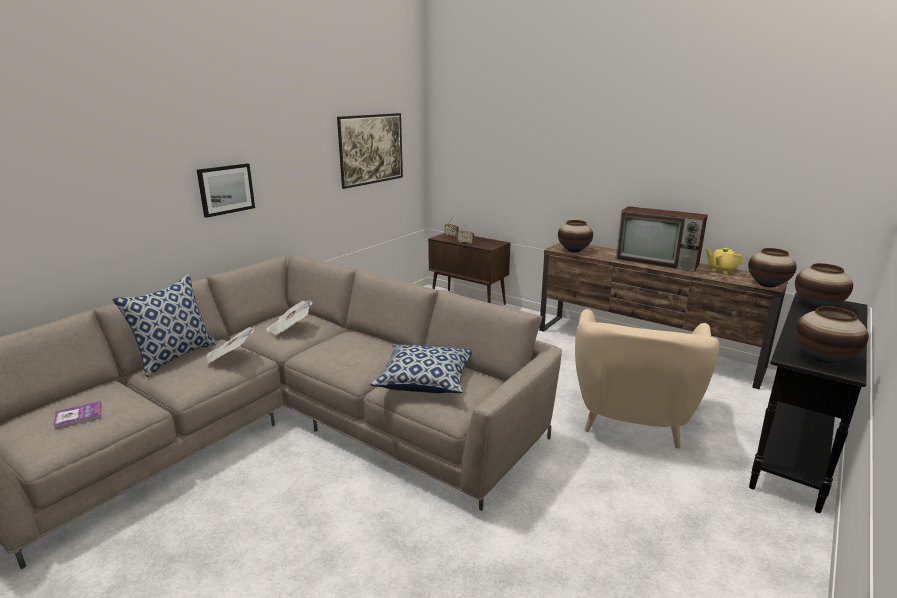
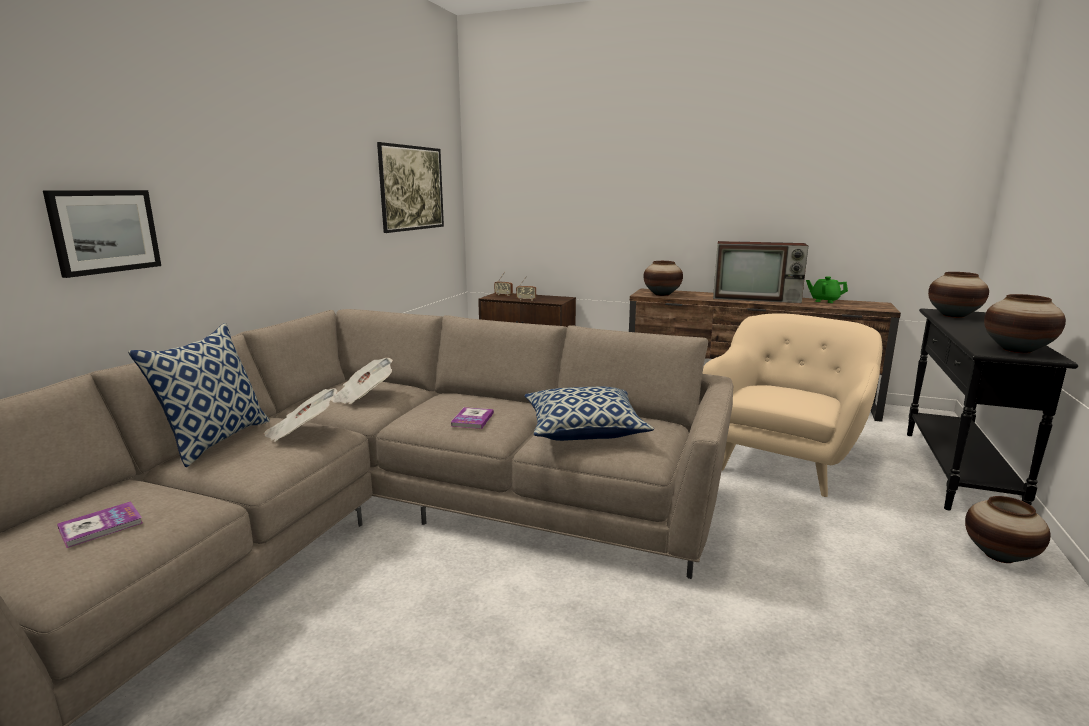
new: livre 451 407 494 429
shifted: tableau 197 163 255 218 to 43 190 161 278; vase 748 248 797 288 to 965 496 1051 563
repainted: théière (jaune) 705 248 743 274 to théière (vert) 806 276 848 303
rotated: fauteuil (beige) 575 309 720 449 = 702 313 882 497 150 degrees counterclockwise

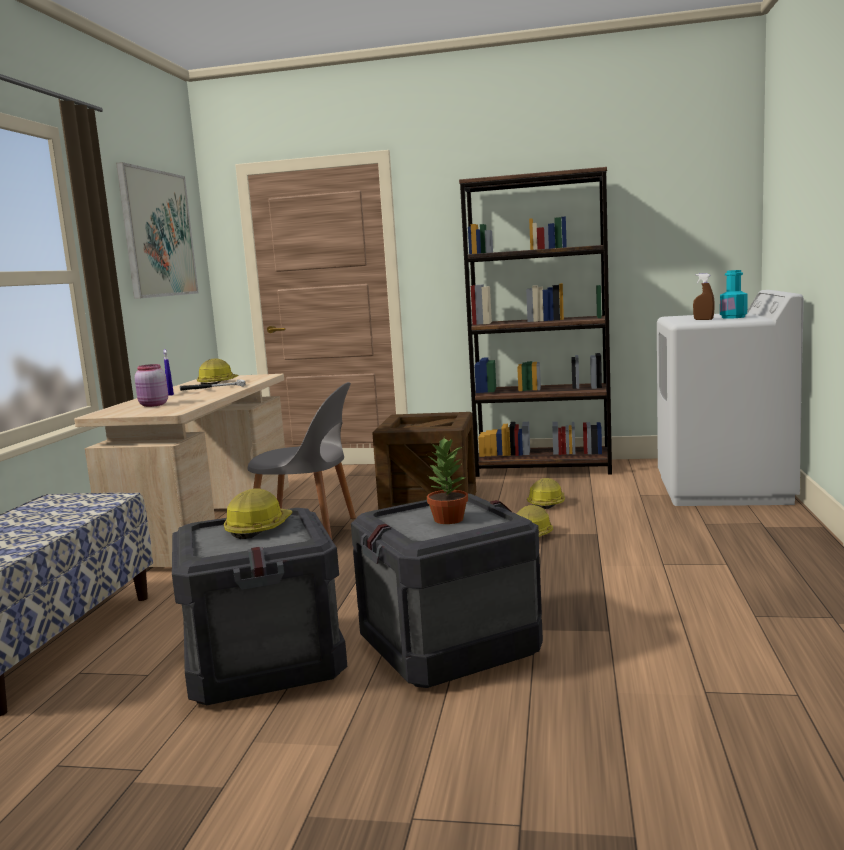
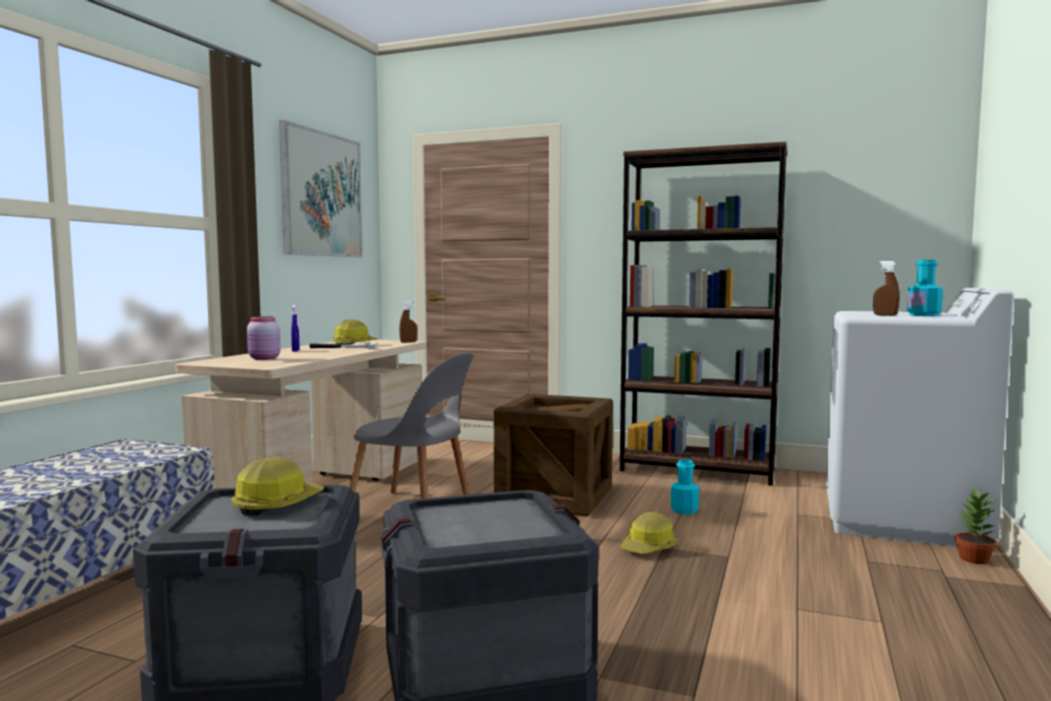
new: vaporisateur (marron) 399 301 417 343
shifted: plante en pot 427 438 468 524 to 955 488 997 564
swapped: casque de chantier 527 478 565 509 to bouteille (turquoise) 671 460 699 514

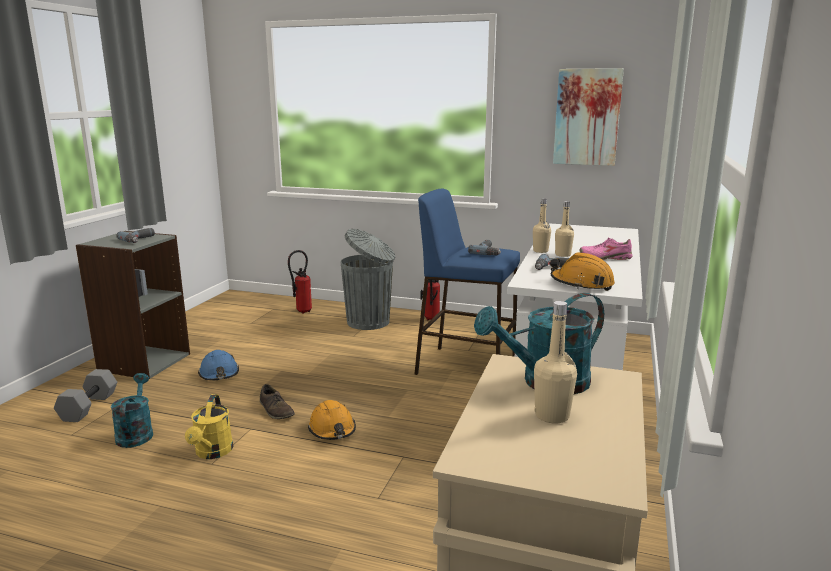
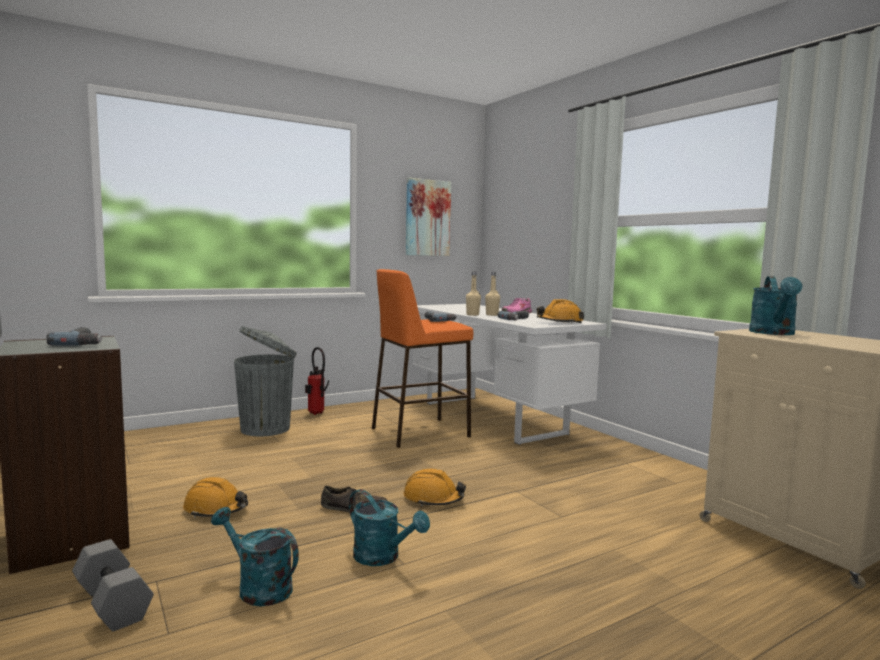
gone: extincteur 288 250 312 314; bouteille (beige) 534 301 577 424
repainted: tabouret (bleu) 414 188 520 375 to tabouret (orange) 372 269 473 448; casque de chantier (bleu) 198 350 239 380 to casque de chantier (orange) 183 477 248 518; arrosoir (jaune) 185 394 233 459 to arrosoir (turquoise) 349 489 430 566

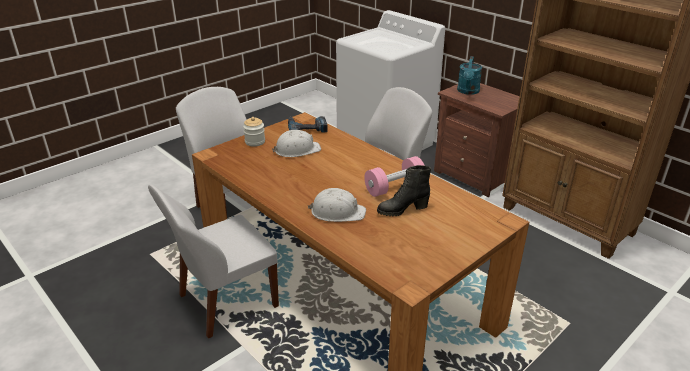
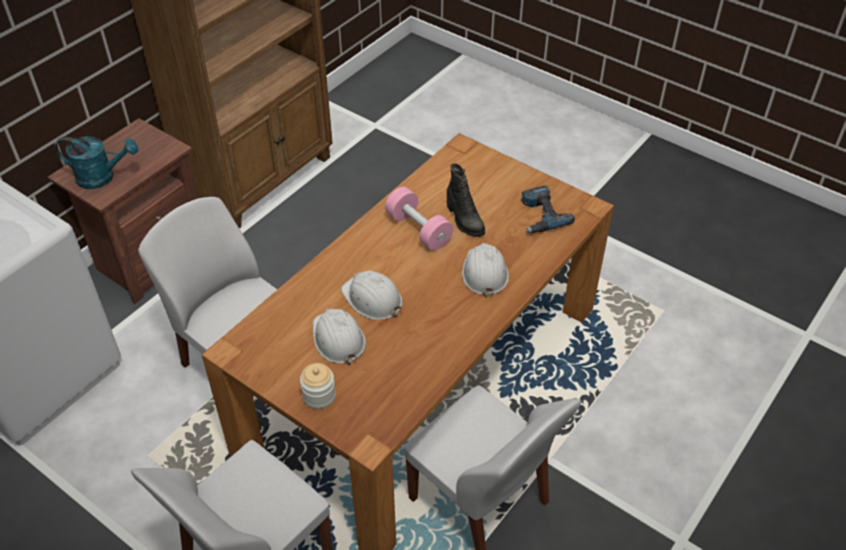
new: casque de chantier (blanc) 341 271 402 320
shifted: perceuse 288 116 328 133 to 521 185 575 233

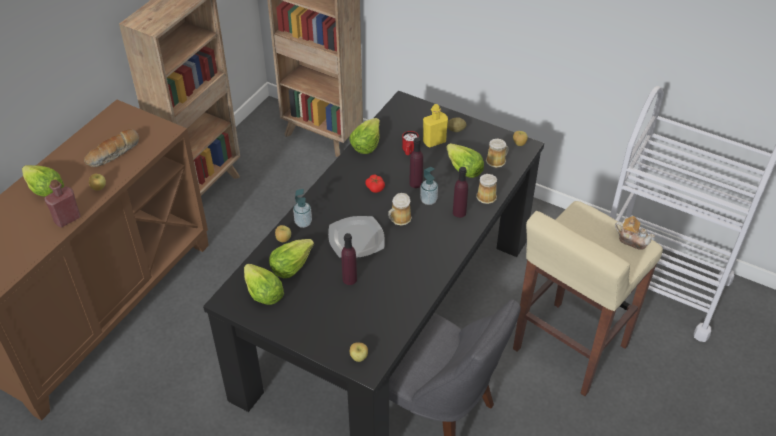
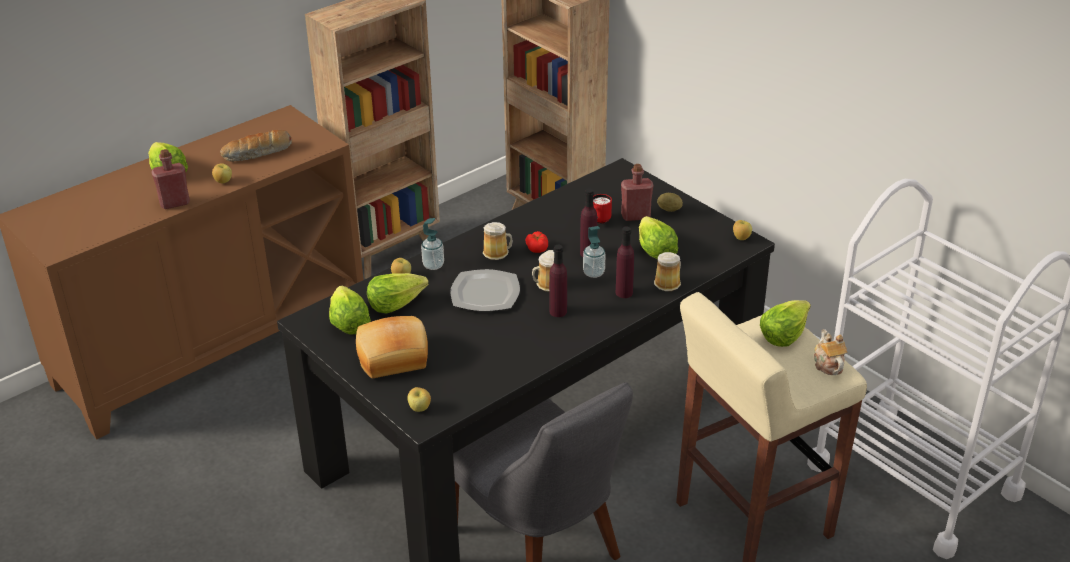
new: pain 356 316 428 378
shifted: laitue 349 118 380 154 to 760 300 811 347; mug 486 138 509 168 to 483 222 513 260; bouteille (violet) 341 233 357 285 to 549 245 567 317
repainted: bouteille (jaune) 423 104 448 147 to bouteille (rouge) 621 164 653 221
rotated: théière 615 216 655 250 = 814 329 847 375 150 degrees counterclockwise

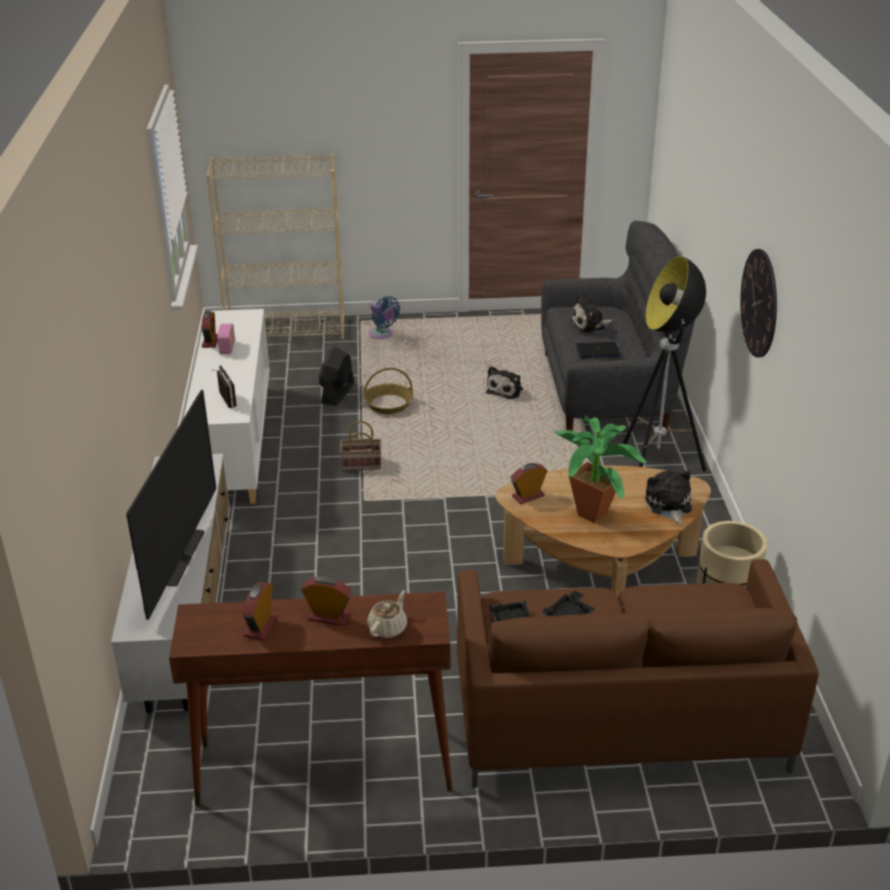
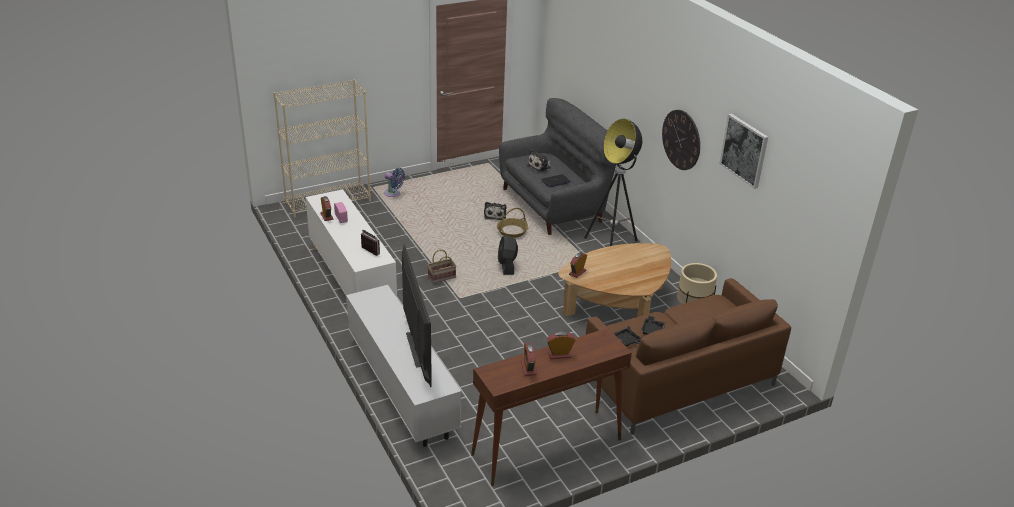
gone: plante en pot 554 416 646 523; peluche 645 470 692 525; théière (beige) 367 590 407 638
new: tableau 719 114 768 189
shifted: ventilateur (noir) 319 347 354 406 to 498 235 518 275; panier 363 368 413 414 to 497 208 528 238

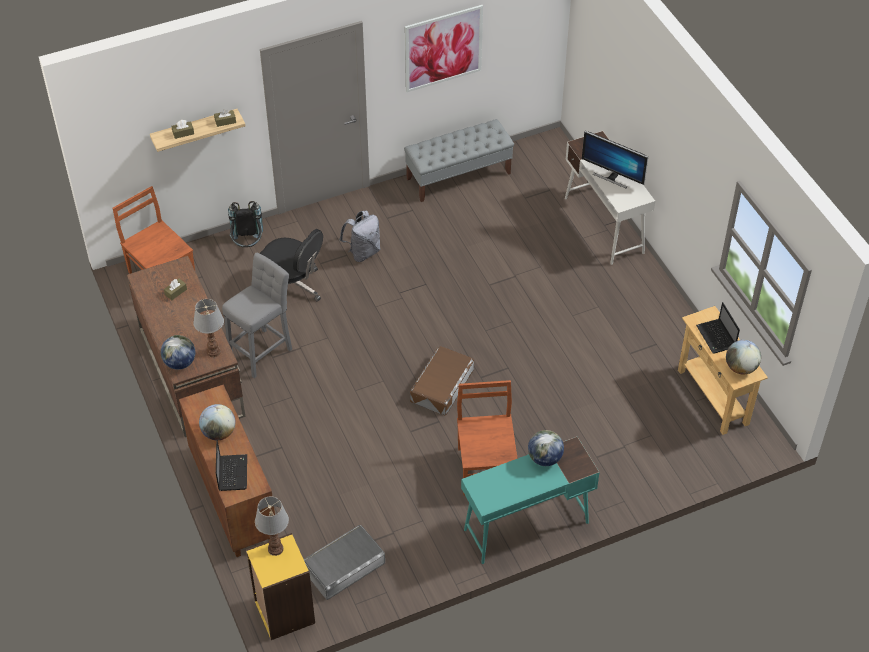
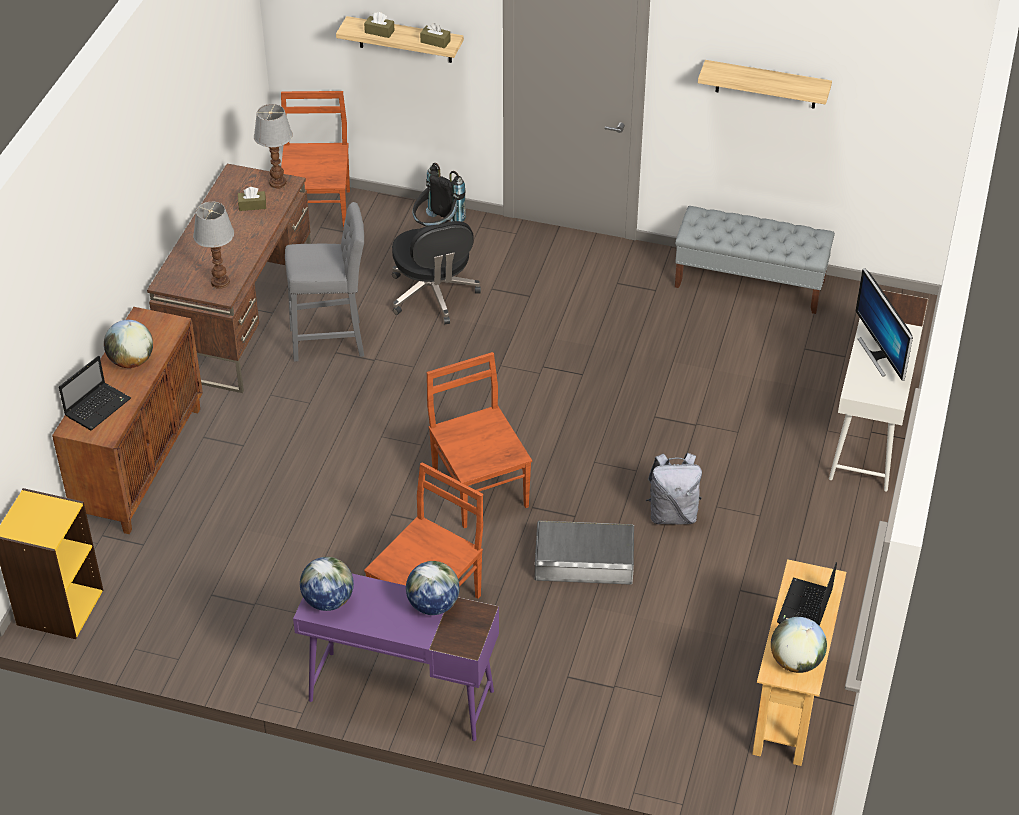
shifted: sac à dos (gris) 339 210 381 262 to 646 453 702 524; globe 161 335 195 370 to 300 557 354 611; lampe de table 255 496 289 556 to 254 104 293 189; boîte de rangement (gris) 304 525 385 600 to 535 521 634 585
swapped: tableau 405 5 483 92 to étagère 698 60 832 109; boîte de rangement (marron) 410 346 474 415 to chaise (marron) 427 352 532 528
repainted: bureau (turquoise) 461 437 599 564 to bureau (violet) 293 574 499 741

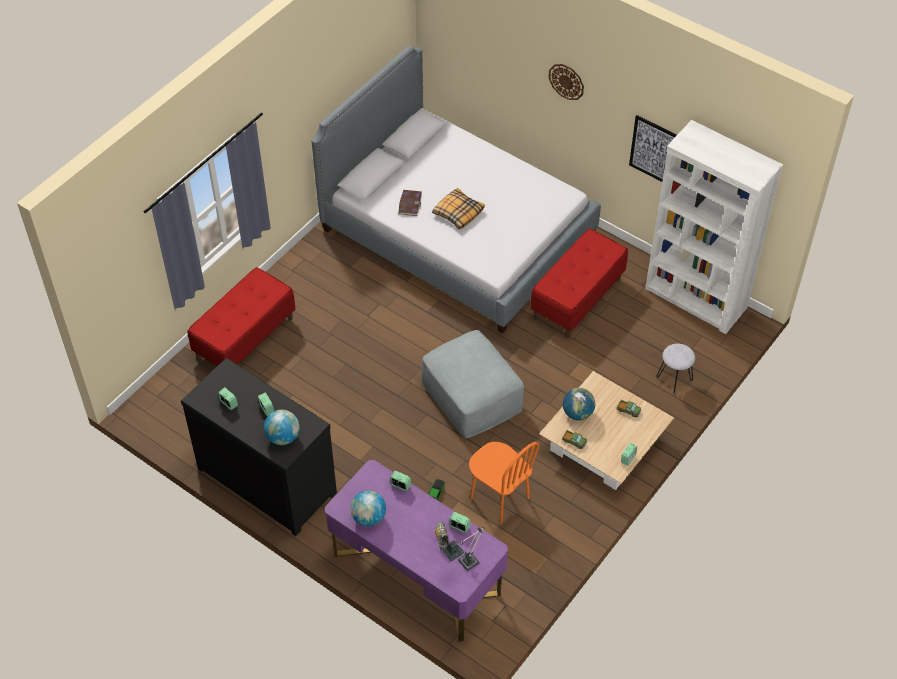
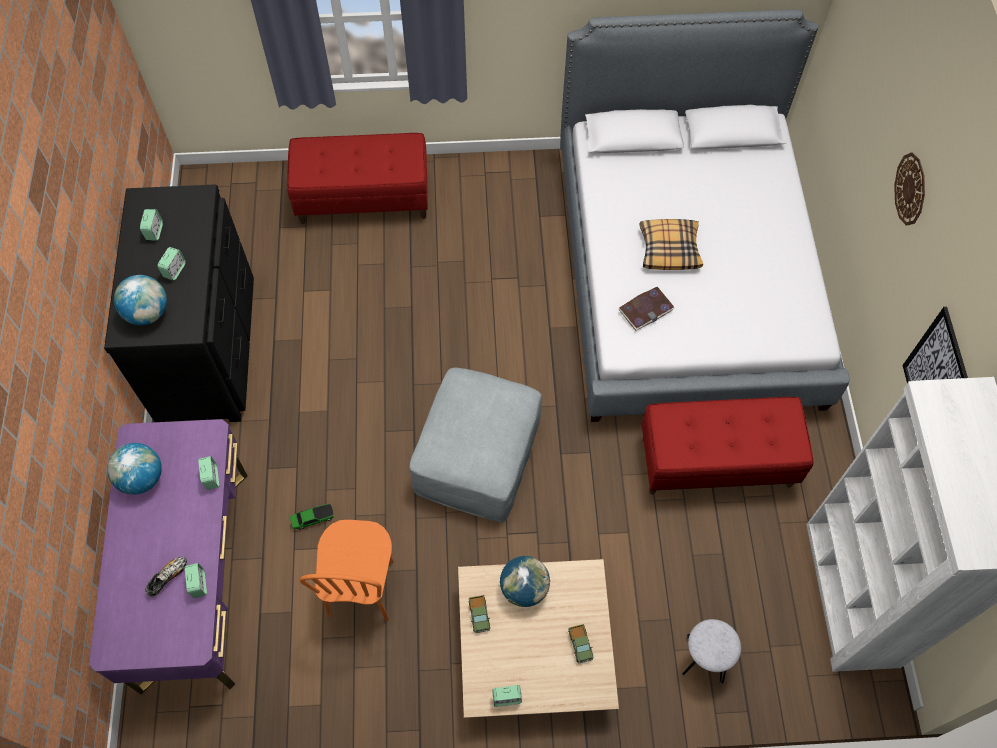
gone: lampe de table 441 527 485 571
shifted: livre 399 190 422 216 to 619 287 674 331

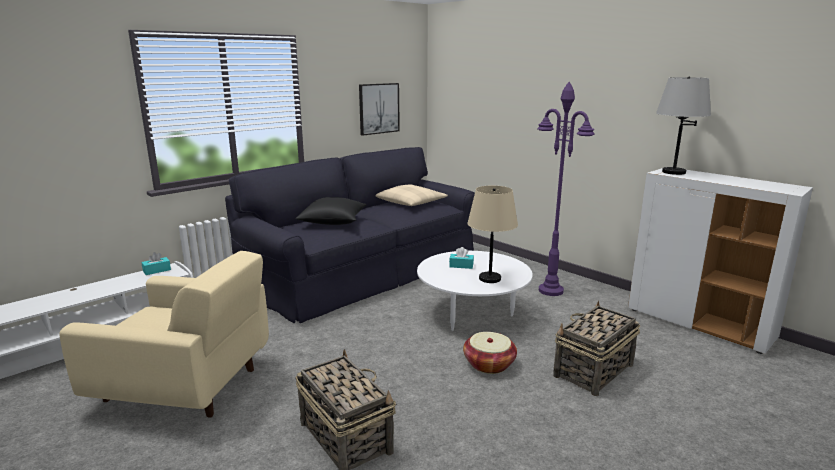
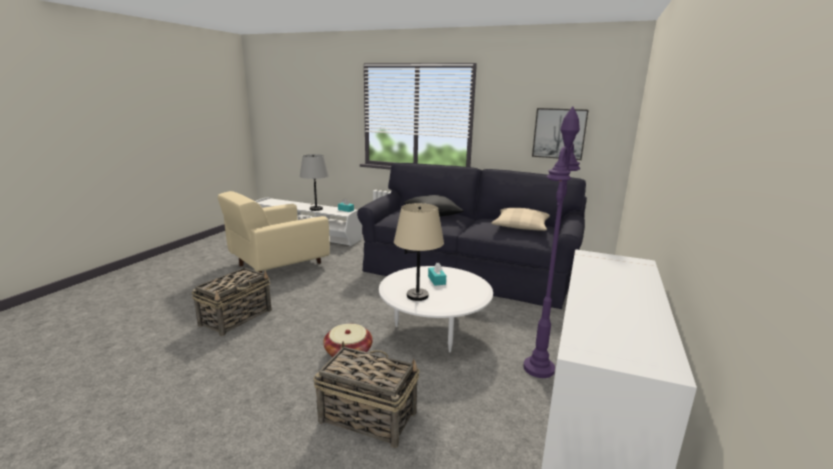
shifted: lampe de table (gris) 656 77 711 175 to 300 154 329 211
rotated: fauteuil (beige) 59 251 269 418 = 218 191 330 273 60 degrees clockwise

